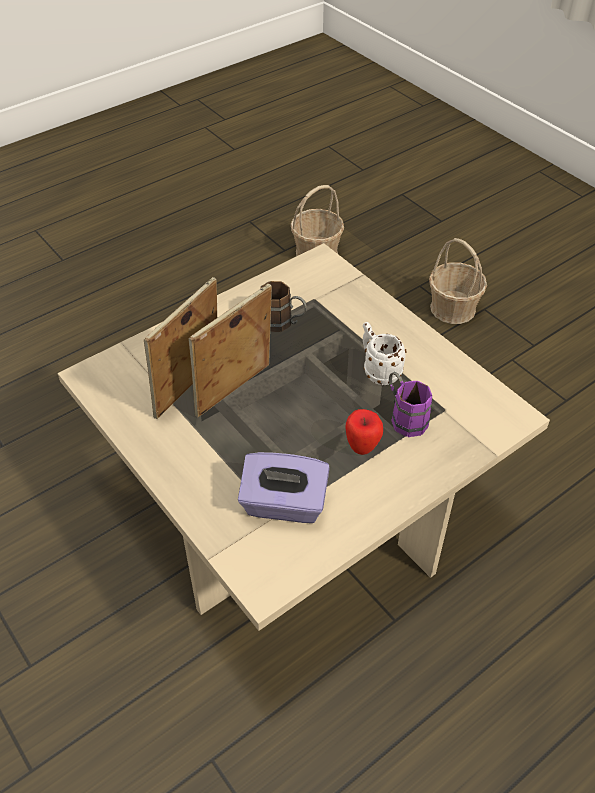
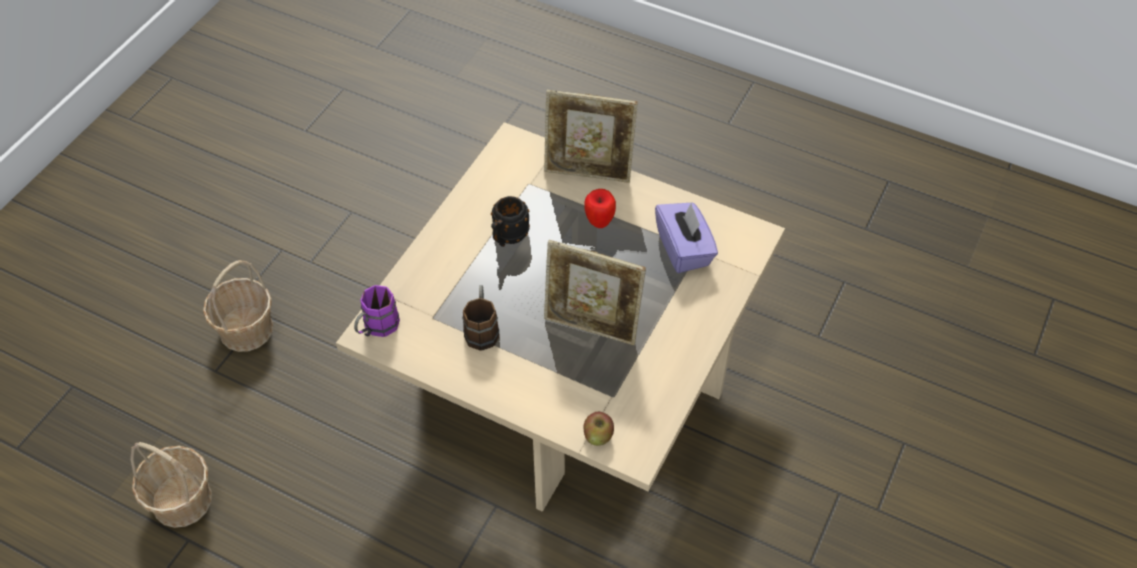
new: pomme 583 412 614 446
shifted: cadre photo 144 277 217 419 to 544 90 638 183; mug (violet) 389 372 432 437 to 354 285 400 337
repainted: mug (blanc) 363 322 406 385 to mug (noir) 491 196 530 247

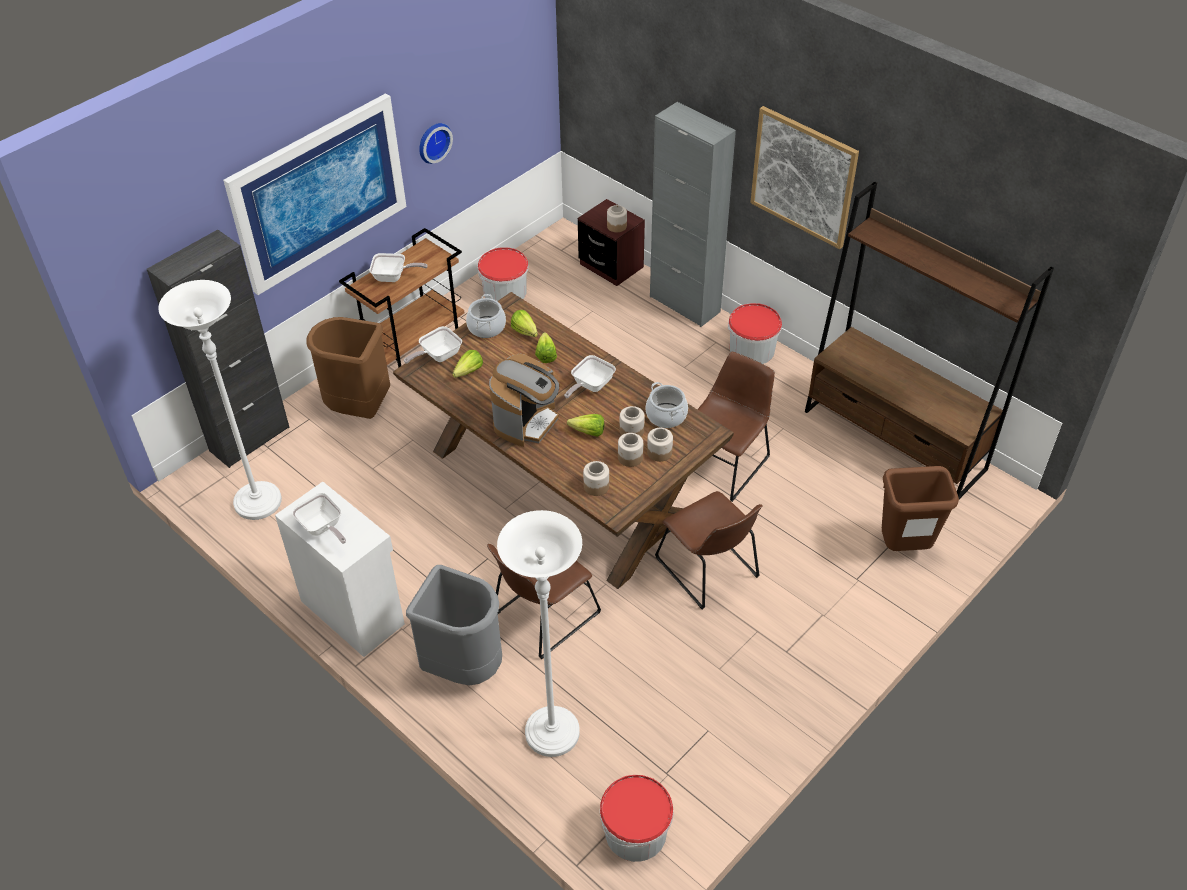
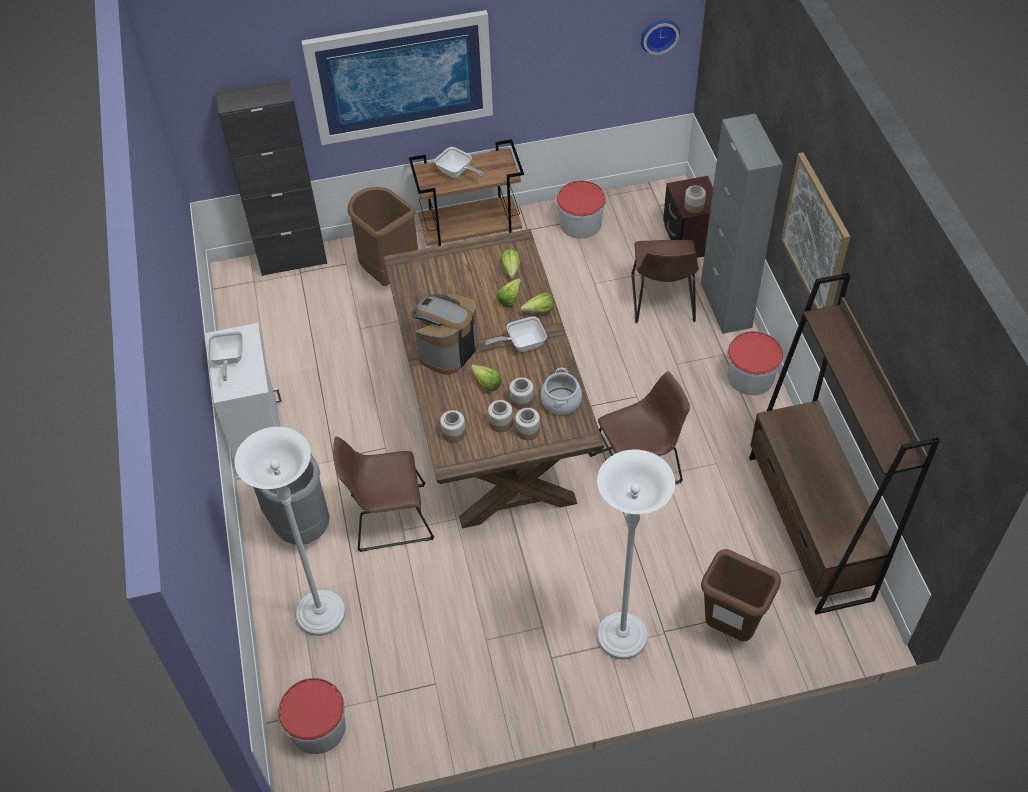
gone: marmite 466 294 506 338; poêle 404 326 462 364
shifted: horloge murale 419 123 453 164 to 641 20 680 55; lampadaire (blanc) 158 280 282 520 to 597 450 675 659; laitue 452 350 483 378 to 520 292 554 313; chaise (marron) 655 491 762 609 to 631 240 699 323
rotated: machine à café 489 354 559 447 = 411 294 478 375 150 degrees clockwise

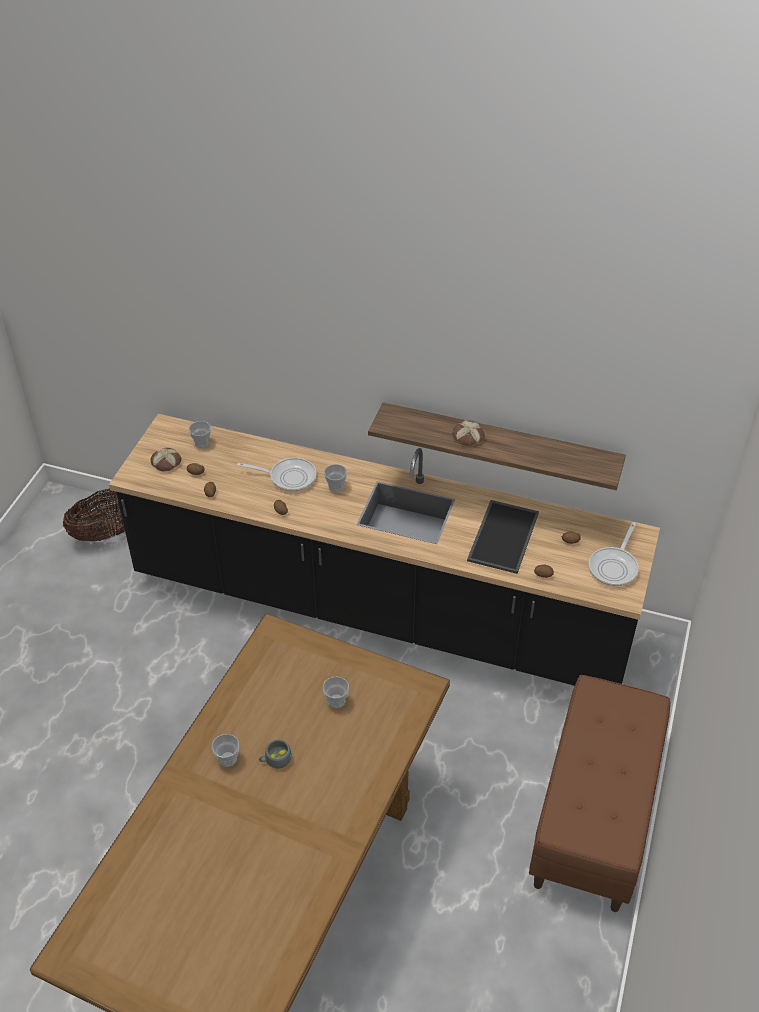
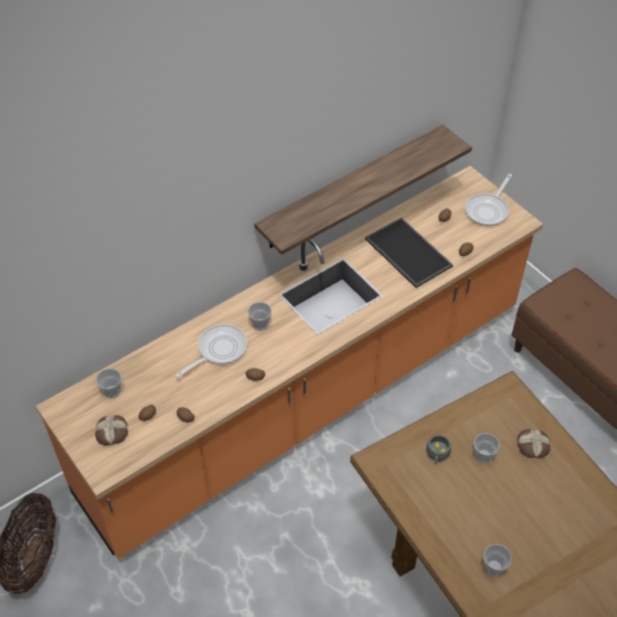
shifted: pain 453 420 485 446 to 517 429 550 458; tasse (gris) 259 740 292 768 to 426 435 451 464
repainted: comptoir de cuisine (noir) 109 414 660 686 to comptoir de cuisine (orange) 36 166 543 559
rotated: poêle 589 522 639 586 = 465 174 512 226 60 degrees clockwise

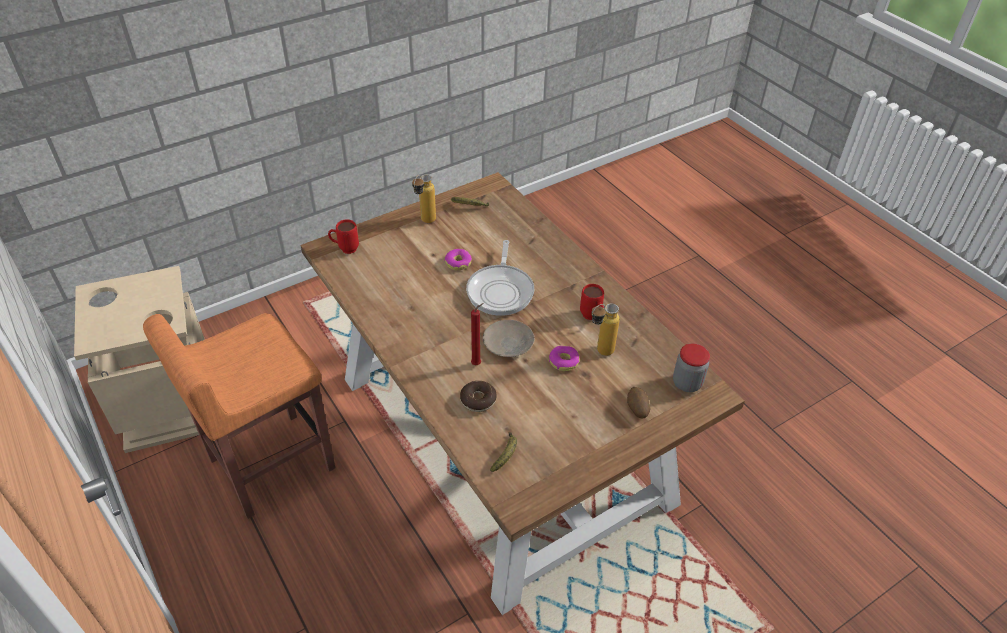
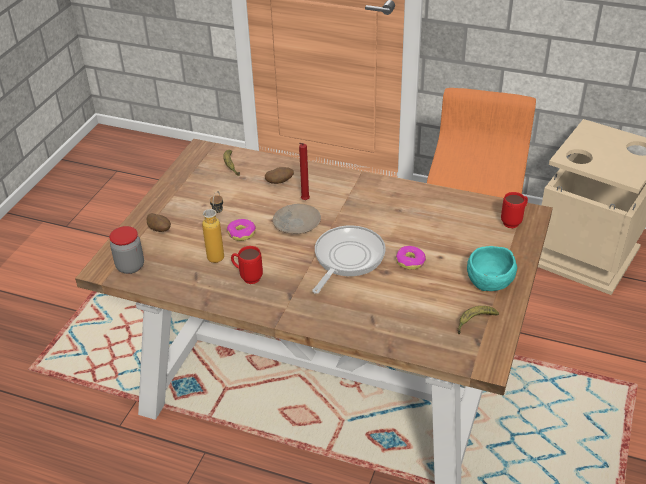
swapped: bouteille 412 175 436 223 to bol (turquoise) 467 246 517 291; beignet 460 381 497 412 to pomme de terre 265 167 294 184
rotated: poêle 466 240 534 316 = 312 226 386 294 60 degrees clockwise

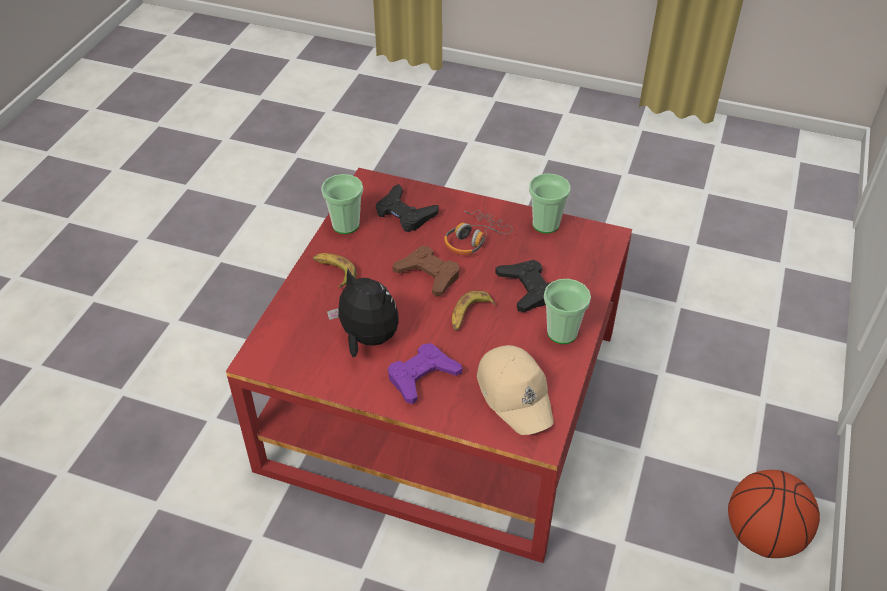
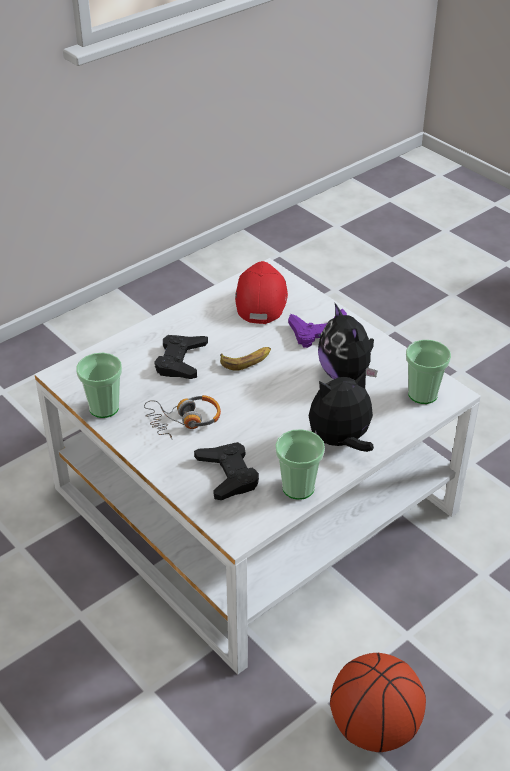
gone: manette (marron) 393 246 460 297
shifted: tasse 544 279 591 344 to 406 340 451 404; ballon de basket 728 470 820 558 to 330 653 426 752
swapped: banane 313 253 357 287 to peluche 309 371 374 452
repainted: table basse (rouge) 226 168 632 563 to table basse (blanc) 35 258 481 675; casquette (beige) 477 345 554 435 to casquette (rouge) 235 261 288 324

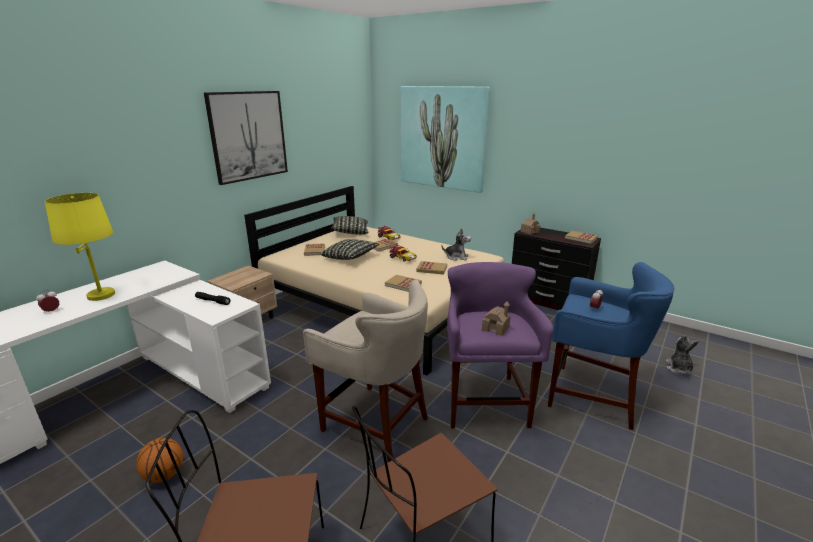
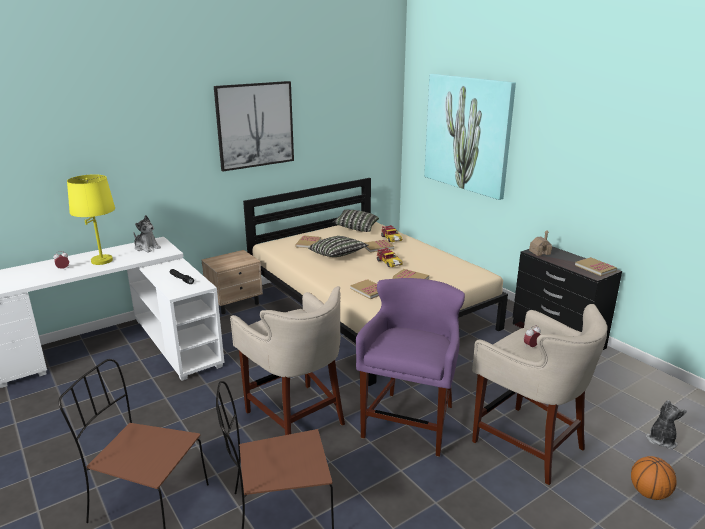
gone: maison miniature 482 302 510 336
shifted: peluche 441 228 471 261 to 133 215 161 253; ballon de basket 136 438 183 483 to 631 456 676 500
repainted: tabouret (bleu) 548 262 674 430 to tabouret (beige) 472 304 608 485

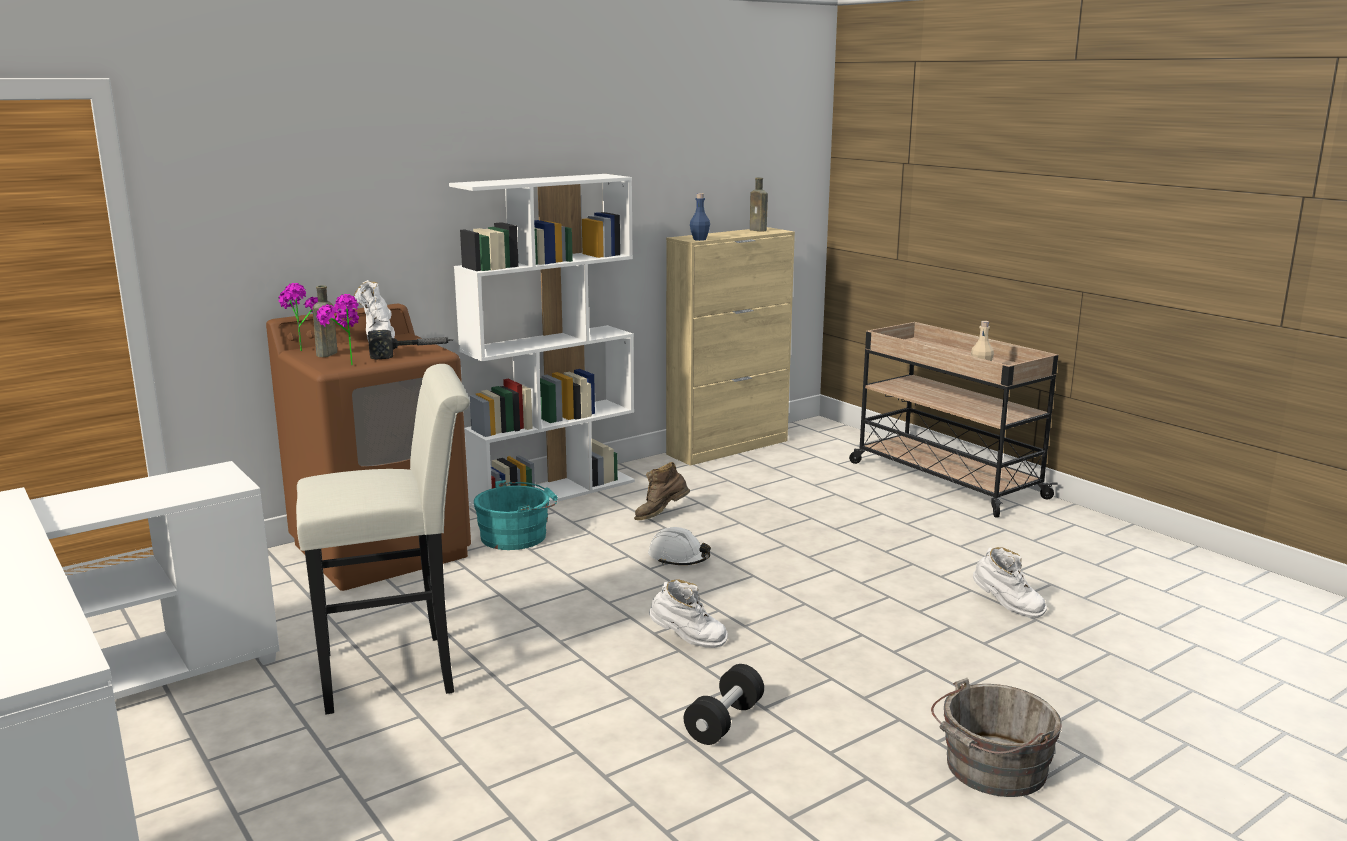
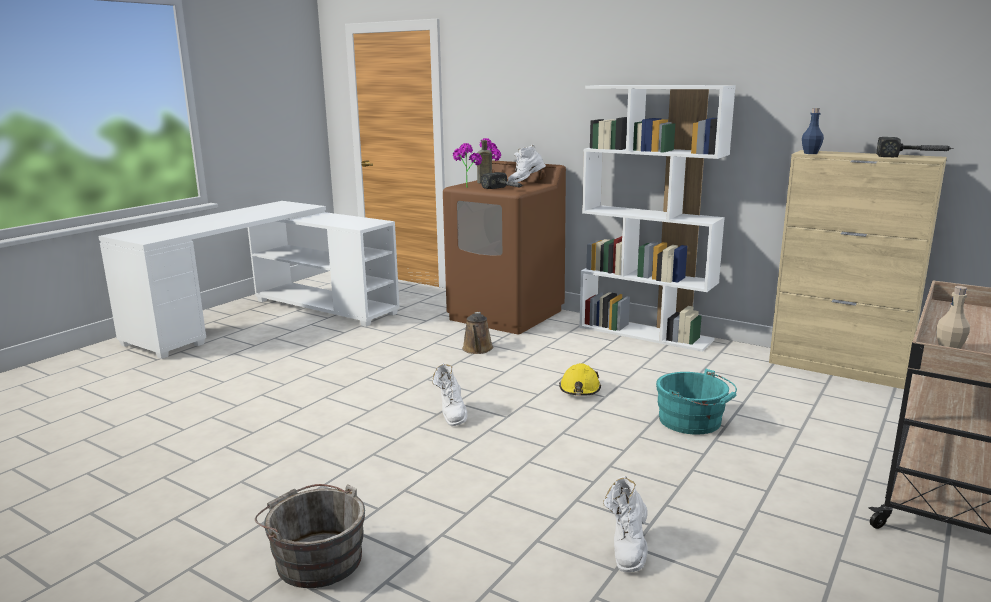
gone: tabouret (blanc) 296 364 470 715; botte (marron) 634 462 690 520; haltère (noir) 684 664 764 745
new: arrosoir (marron) 462 312 493 354
shifted: seau (turquoise) 474 480 558 550 to 656 369 737 434
swapped: bouteille (marron) 750 178 768 231 to marteau 877 137 954 157
repainted: casque de chantier (blanc) 648 527 711 565 to casque de chantier (jaune) 559 363 601 396

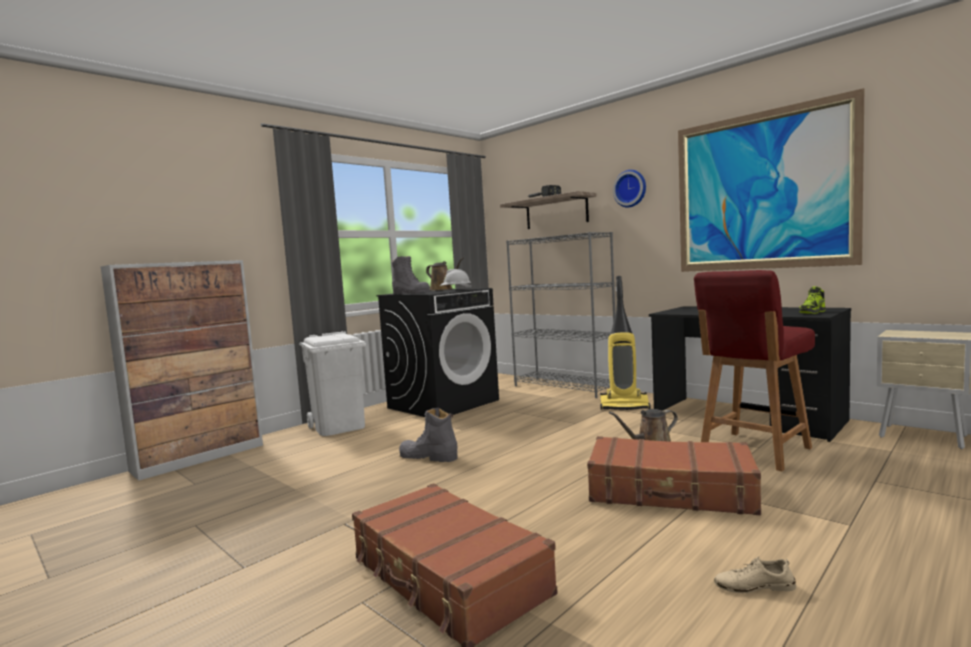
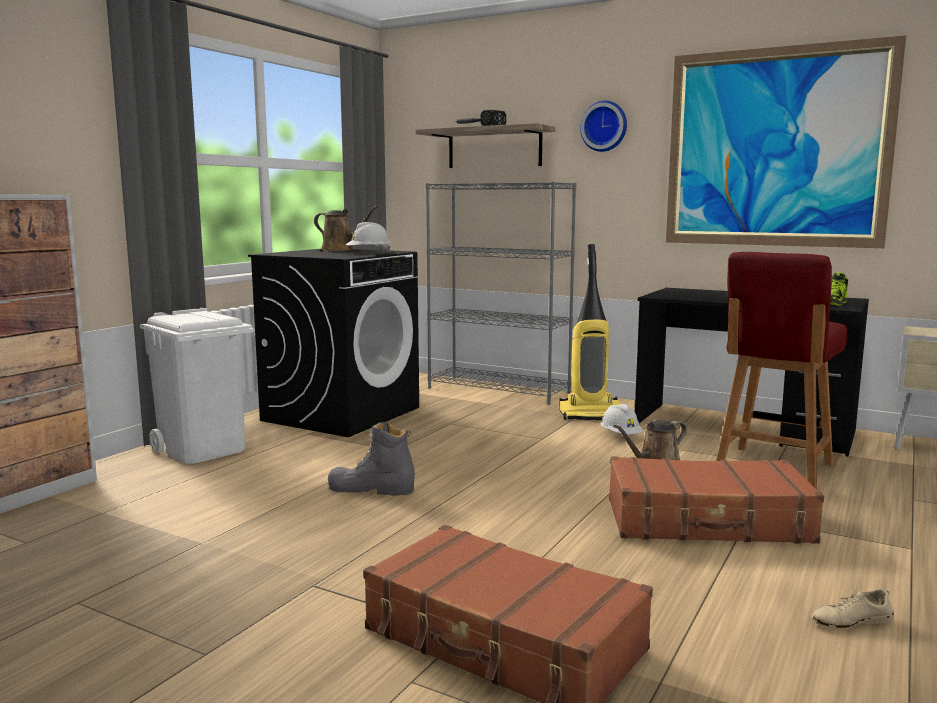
gone: botte (gris) 392 256 430 294
new: casque de chantier (blanc) 601 404 643 434

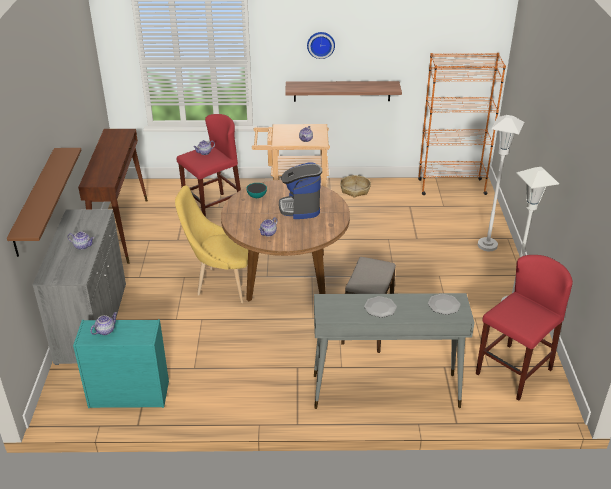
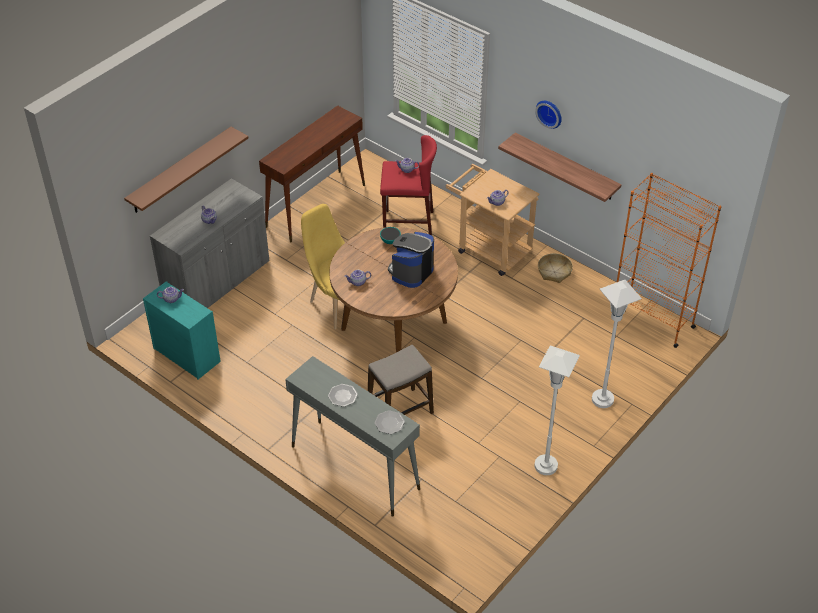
gone: tabouret (rouge) 476 255 573 400

